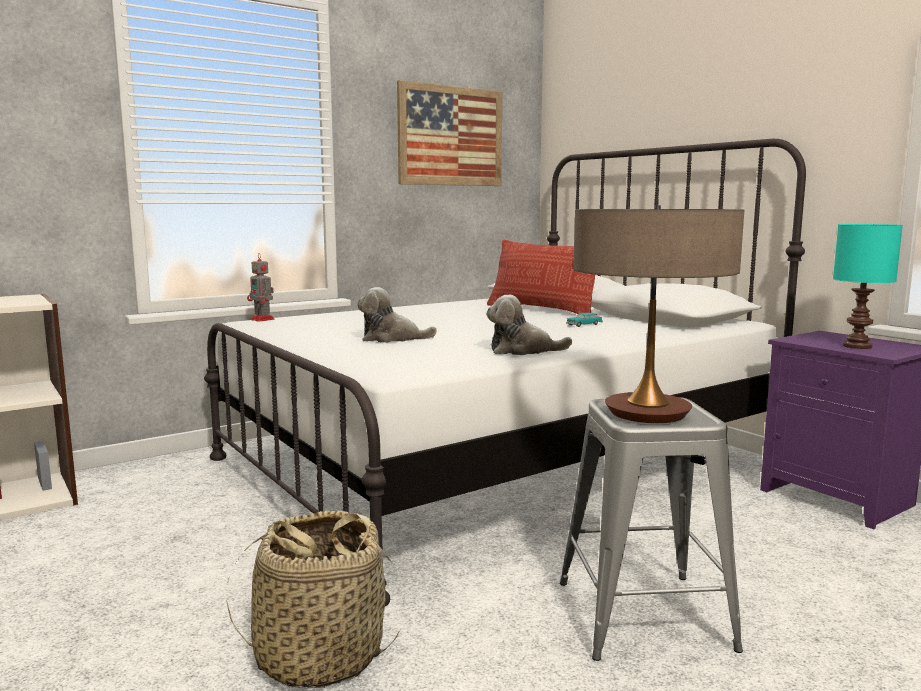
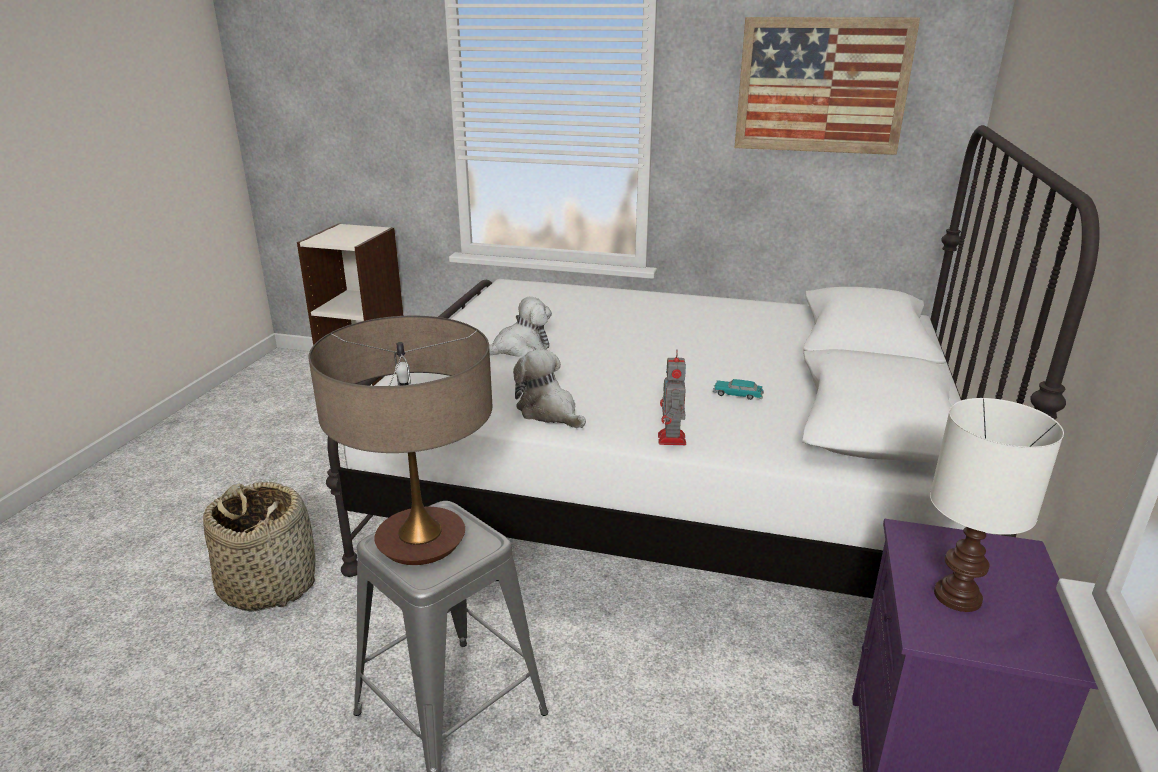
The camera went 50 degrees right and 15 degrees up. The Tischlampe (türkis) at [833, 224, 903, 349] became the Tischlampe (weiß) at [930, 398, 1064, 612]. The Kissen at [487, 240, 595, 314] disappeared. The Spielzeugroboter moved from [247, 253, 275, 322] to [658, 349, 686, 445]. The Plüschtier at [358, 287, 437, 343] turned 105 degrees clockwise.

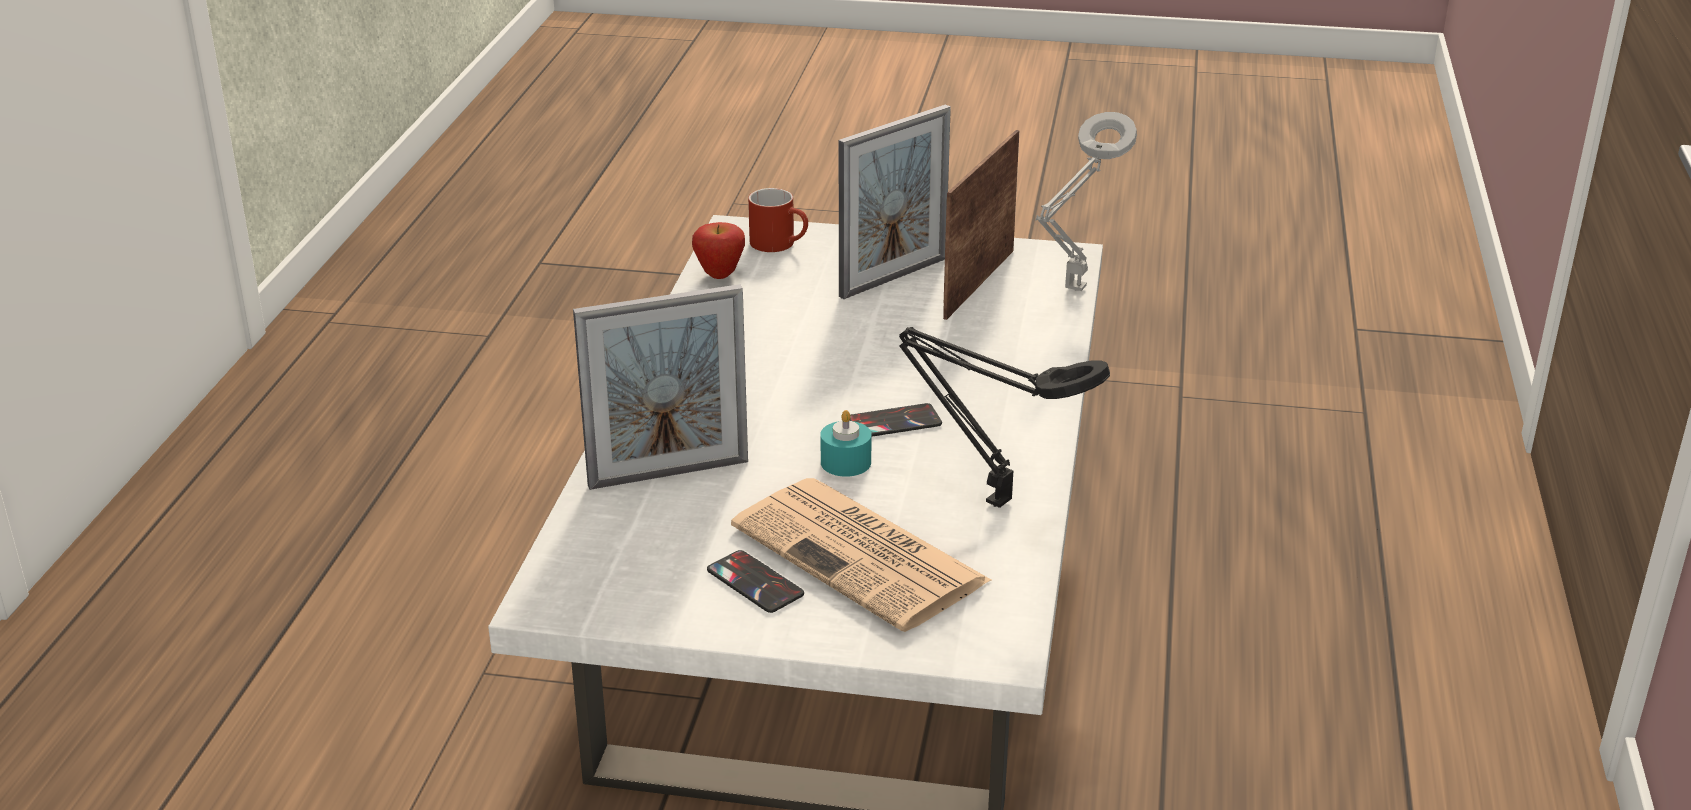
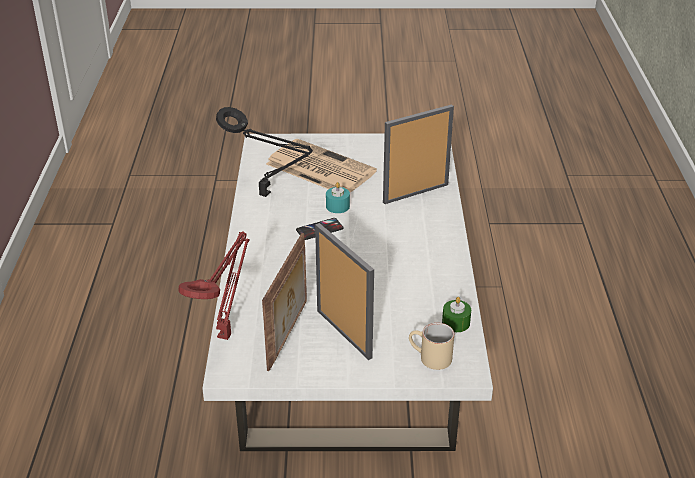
The camera went 170 degrees right and 5 degrees up. The Bilderrahmen at [839, 104, 951, 299] turned 105 degrees clockwise. The Tischlampe (grau) at [1035, 112, 1137, 291] became the Tischlampe (rot) at [178, 231, 250, 340]. The Henkelbecher (rot) at [748, 188, 808, 252] became the Henkelbecher (beige) at [409, 323, 454, 370]. The Apfel at [692, 222, 745, 279] was replaced by the Kerze (grün) at [442, 297, 471, 332]. The Handy at [707, 550, 804, 613] disappeared.

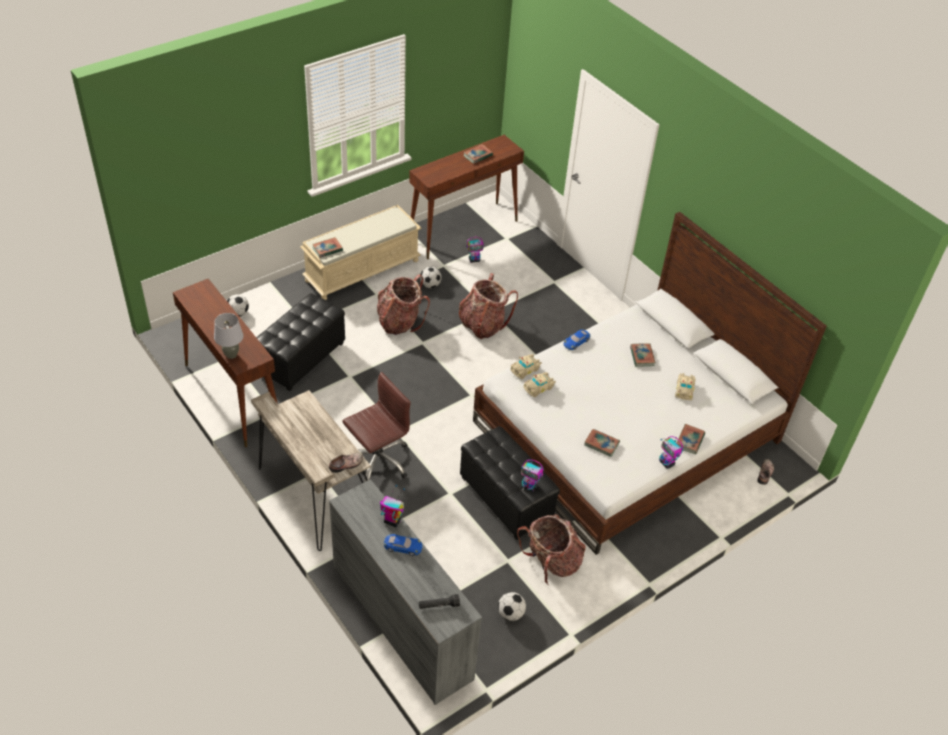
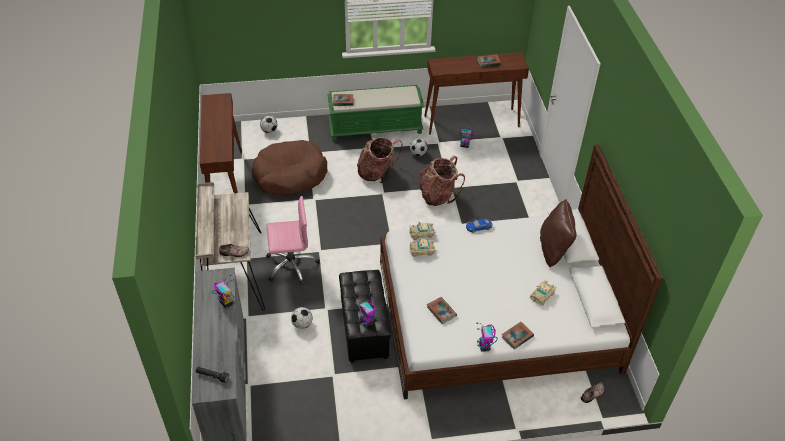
The camera went 30 degrees right and 0 degrees up. The Bank (beige) at [300, 205, 421, 300] became the Bank (grün) at [327, 85, 425, 141]. The Polsterhocker (schwarz) at [256, 293, 345, 391] was replaced by the Hundebett (braun) at [251, 140, 328, 195]. The Tischlampe (grau) at [214, 313, 244, 359] disappeared. The Buch at [630, 343, 656, 367] disappeared. The Bürostuhl (braun) at [343, 372, 411, 482] became the Bürostuhl (rosa) at [266, 196, 320, 285]. The Rucksack at [517, 514, 586, 586] disappeared. The Spielzeugauto (blau) at [384, 534, 423, 556] disappeared. The Fußball moved from [498, 592, 526, 621] to [291, 307, 313, 329]. The Kissen (braun) at [540, 199, 577, 267] appeared.

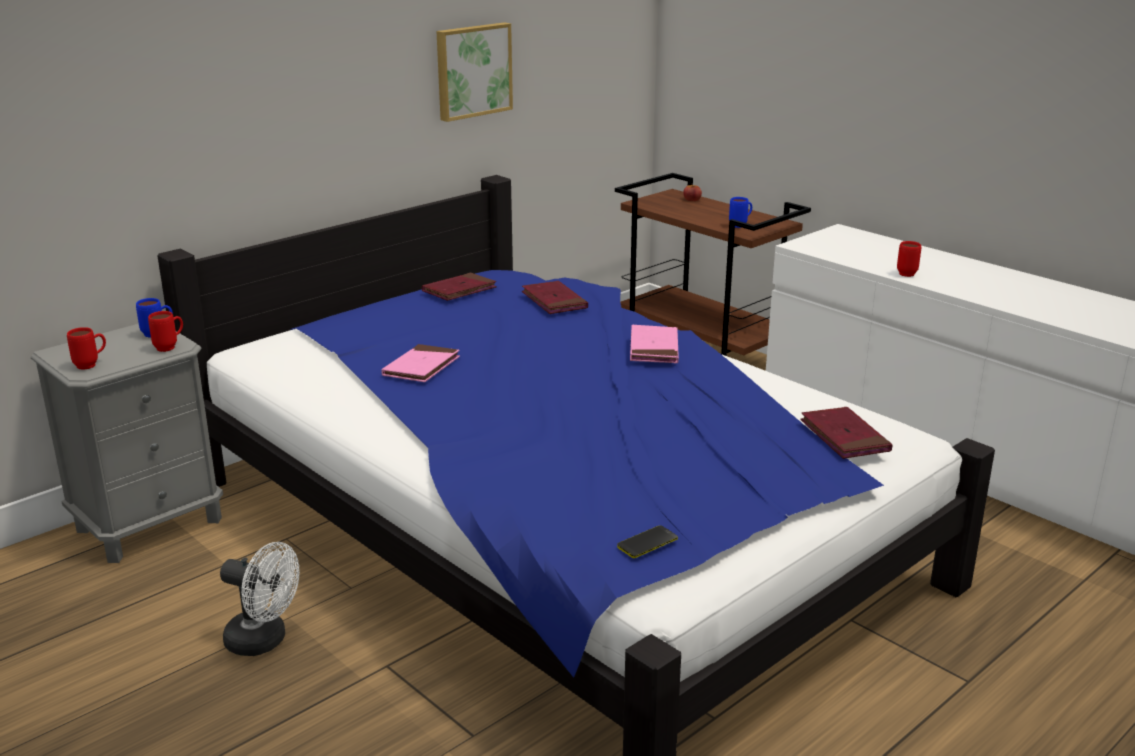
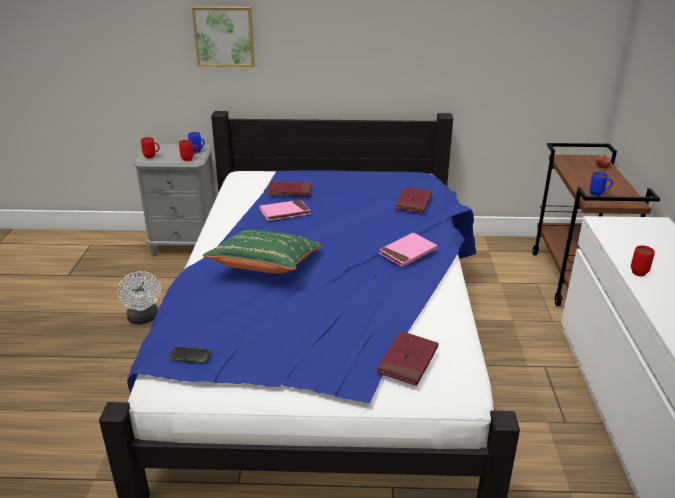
The camera went 45 degrees right and 5 degrees up. The Bild moved from [436, 22, 513, 122] to [192, 6, 255, 67]. The Buch (rot) moved from [422, 272, 497, 301] to [267, 181, 311, 197]. The Kissen (grün) at [203, 230, 322, 273] appeared.

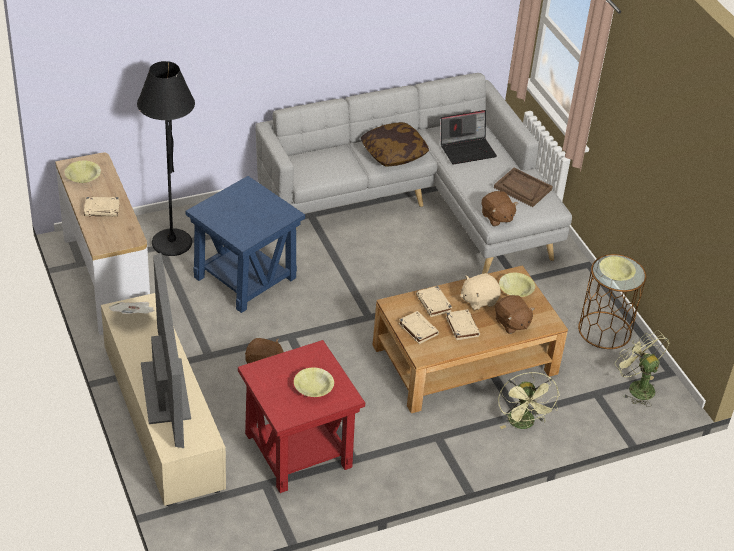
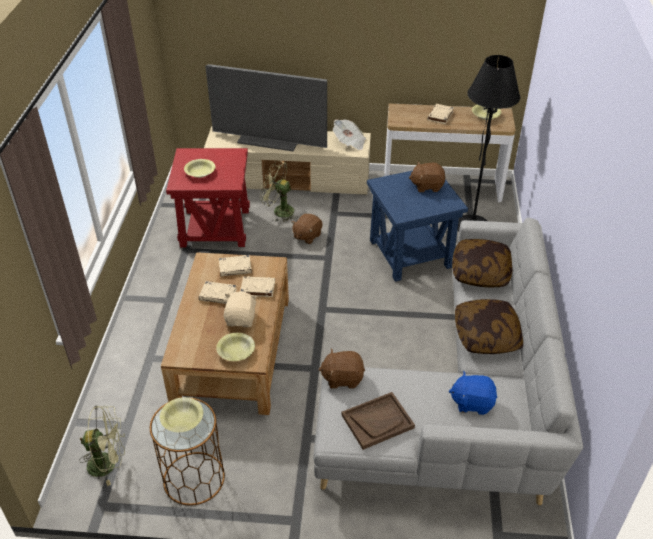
The camera went 120 degrees right and 0 degrees up. The Laptop at [441, 110, 497, 164] was replaced by the Plüschtier (blau) at [449, 371, 497, 415]. The Plüschtier (braun) moved from [495, 295, 535, 334] to [409, 162, 446, 192]. The Ventilator (grün) moved from [498, 372, 560, 429] to [260, 160, 298, 222]. The Kissen at [452, 239, 512, 287] appeared.

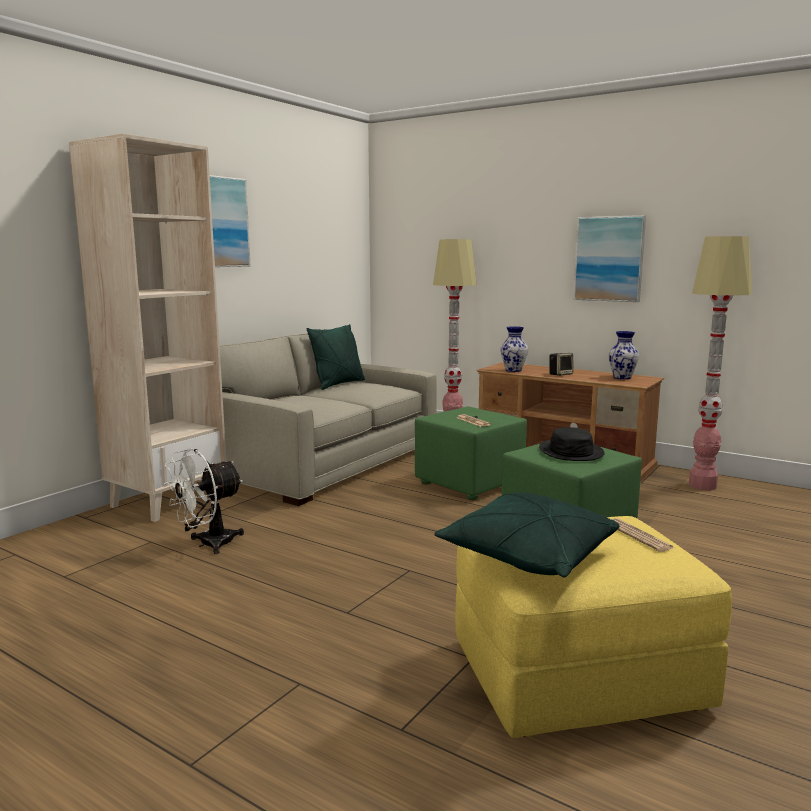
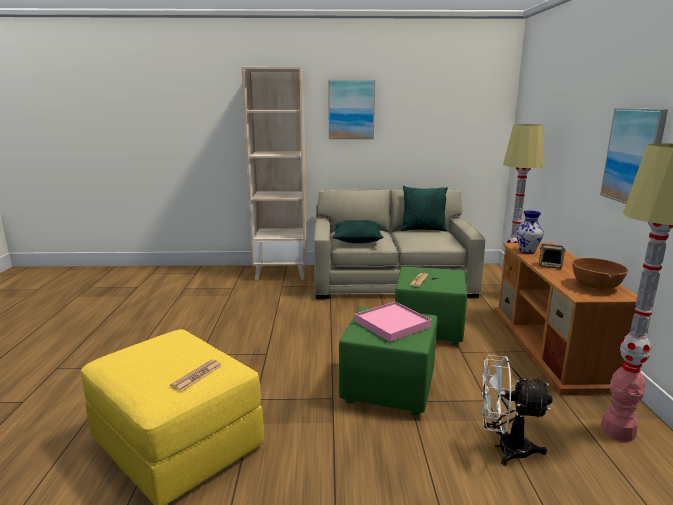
The camera went 55 degrees right and 5 degrees up. The Vase at [609, 331, 639, 379] was replaced by the Schüssel (braun) at [572, 258, 628, 290]. The Hut (schwarz) at [539, 427, 605, 461] was replaced by the Tablett (rosa) at [355, 302, 432, 342]. The Ventilator (weiß) moved from [164, 448, 244, 554] to [481, 355, 552, 465]. The Kissen (grün) moved from [434, 492, 620, 578] to [332, 220, 383, 243].

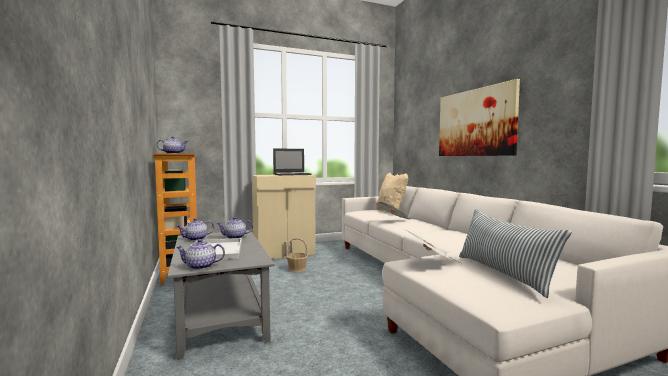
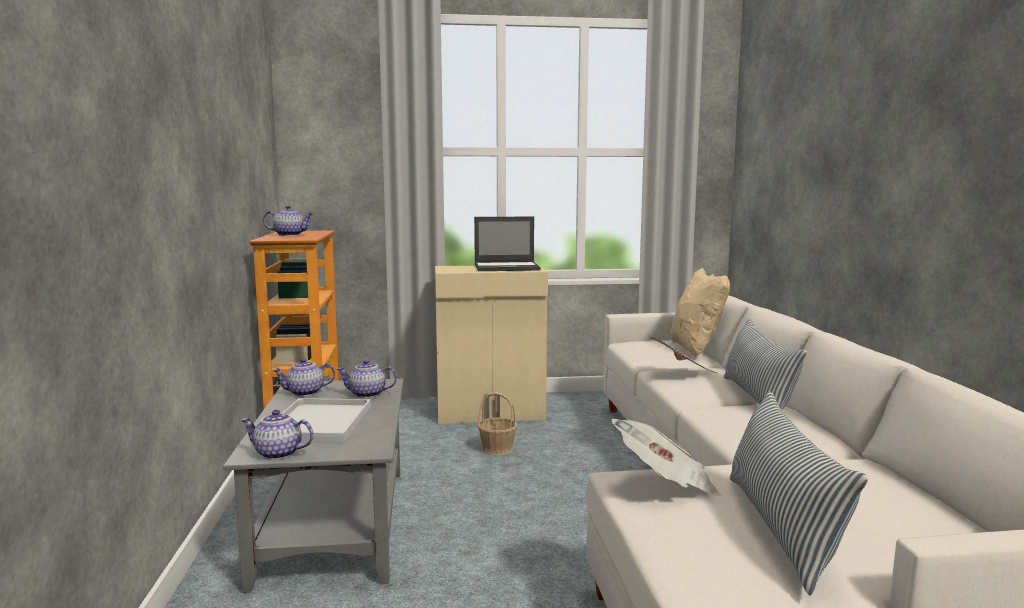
The camera went 15 degrees right and 5 degrees up. The Bild at [439, 79, 520, 156] disappeared. The Kissen at [724, 319, 807, 410] appeared.

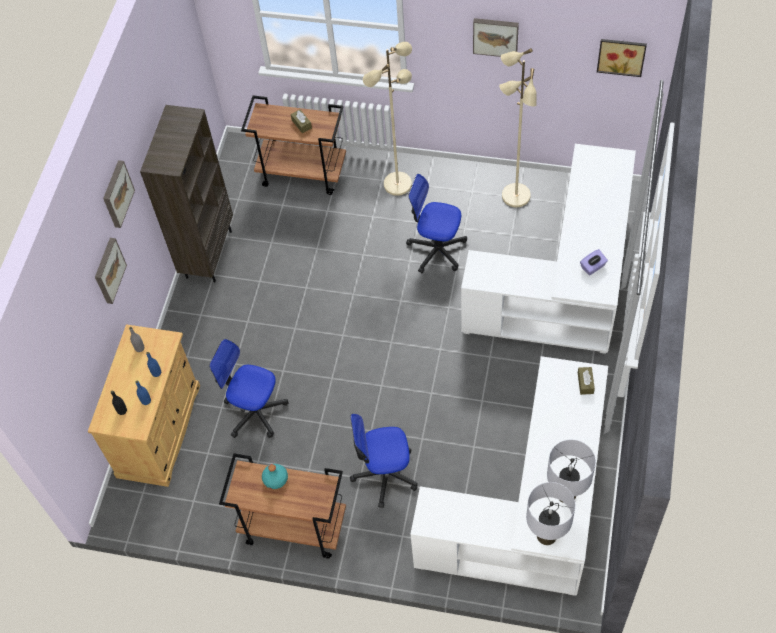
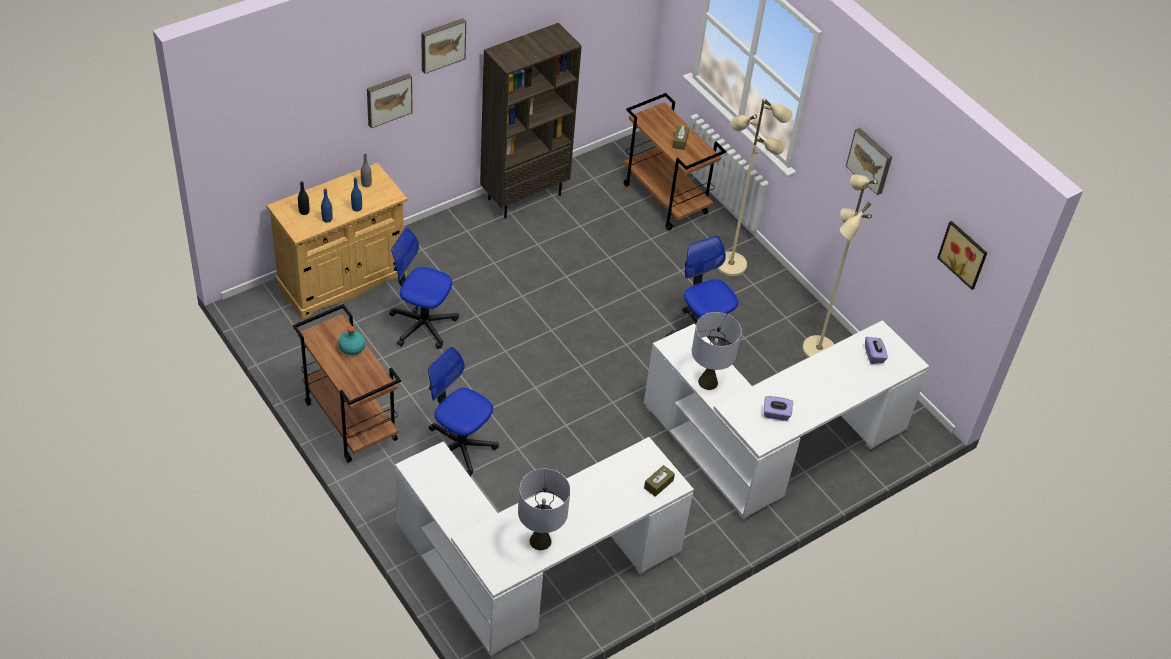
The camera went 35 degrees right and 10 degrees down. The Bürostuhl at [209, 339, 288, 438] turned 45 degrees counterclockwise. The Tischlampe (grau) moved from [526, 482, 575, 545] to [692, 312, 742, 390]. The Taschentuchbox (lila) at [865, 337, 888, 364] appeared.

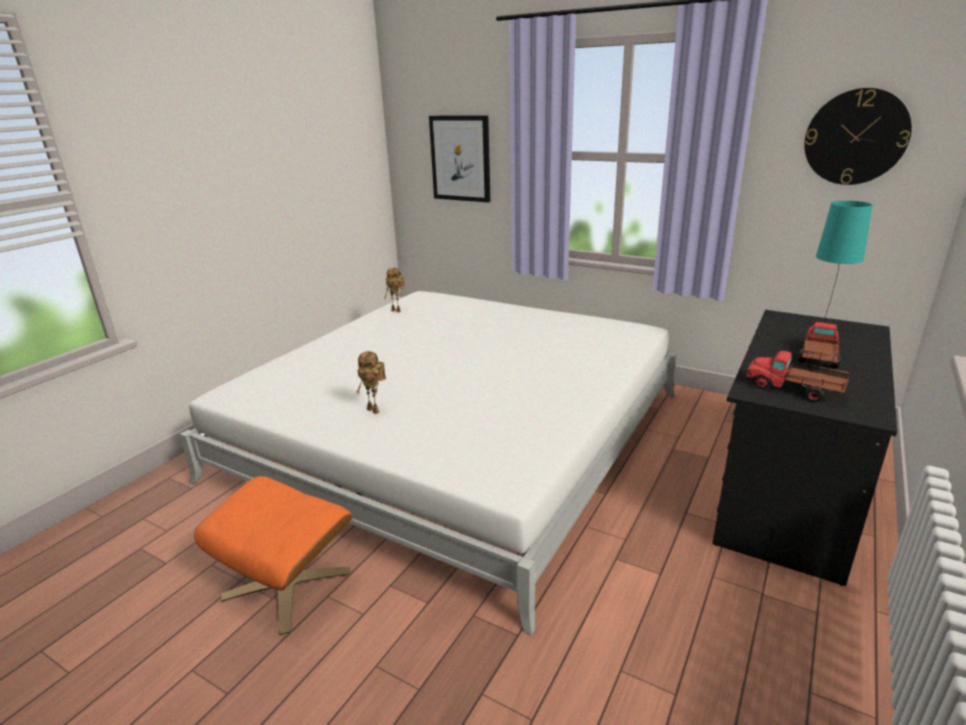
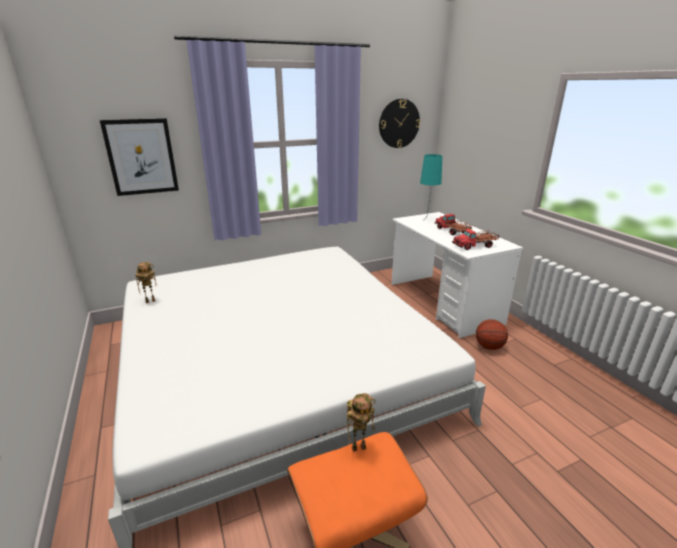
The camera went 55 degrees left and 0 degrees up. The Schreibtisch (schwarz) at [712, 310, 897, 586] became the Schreibtisch (weiß) at [392, 212, 524, 338]. The Spielzeugroboter moved from [356, 351, 386, 414] to [347, 393, 375, 452]. The Basketball at [476, 319, 508, 350] appeared.

